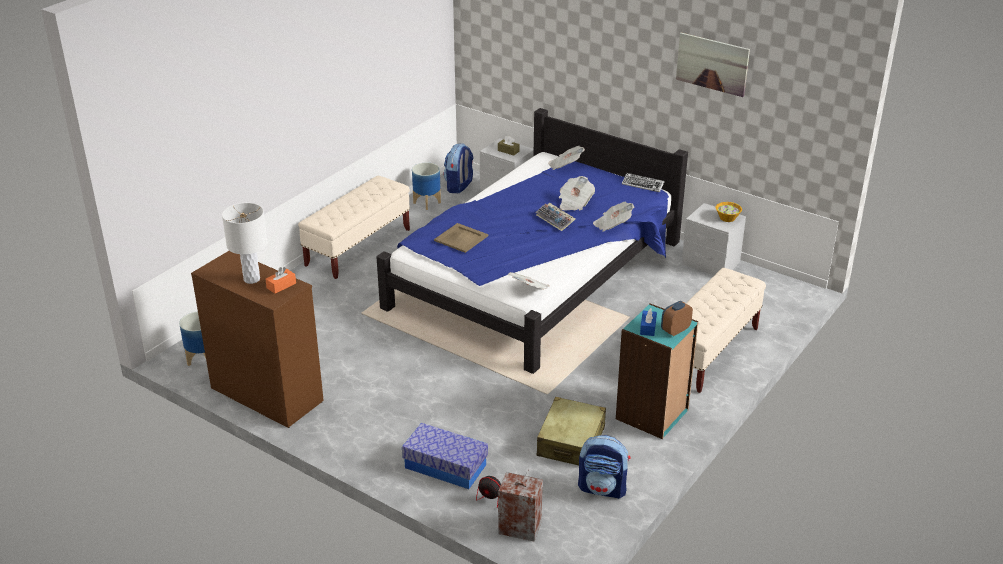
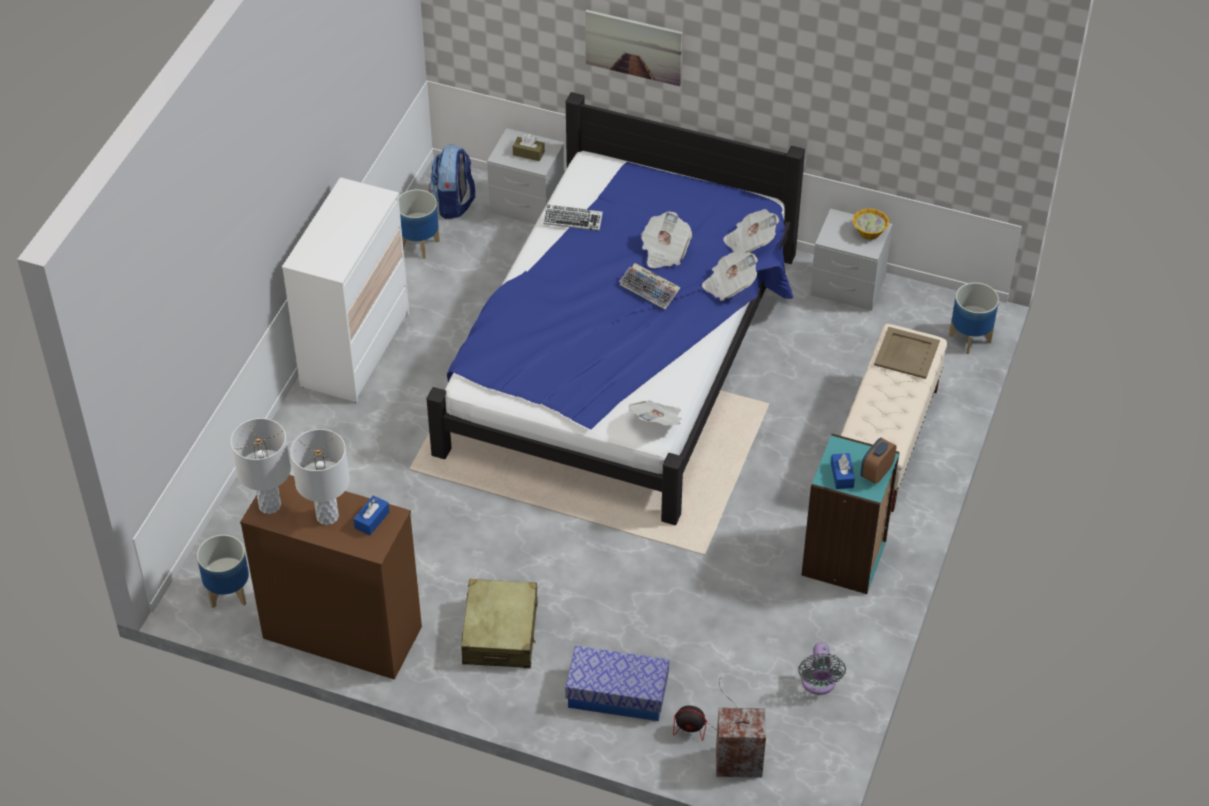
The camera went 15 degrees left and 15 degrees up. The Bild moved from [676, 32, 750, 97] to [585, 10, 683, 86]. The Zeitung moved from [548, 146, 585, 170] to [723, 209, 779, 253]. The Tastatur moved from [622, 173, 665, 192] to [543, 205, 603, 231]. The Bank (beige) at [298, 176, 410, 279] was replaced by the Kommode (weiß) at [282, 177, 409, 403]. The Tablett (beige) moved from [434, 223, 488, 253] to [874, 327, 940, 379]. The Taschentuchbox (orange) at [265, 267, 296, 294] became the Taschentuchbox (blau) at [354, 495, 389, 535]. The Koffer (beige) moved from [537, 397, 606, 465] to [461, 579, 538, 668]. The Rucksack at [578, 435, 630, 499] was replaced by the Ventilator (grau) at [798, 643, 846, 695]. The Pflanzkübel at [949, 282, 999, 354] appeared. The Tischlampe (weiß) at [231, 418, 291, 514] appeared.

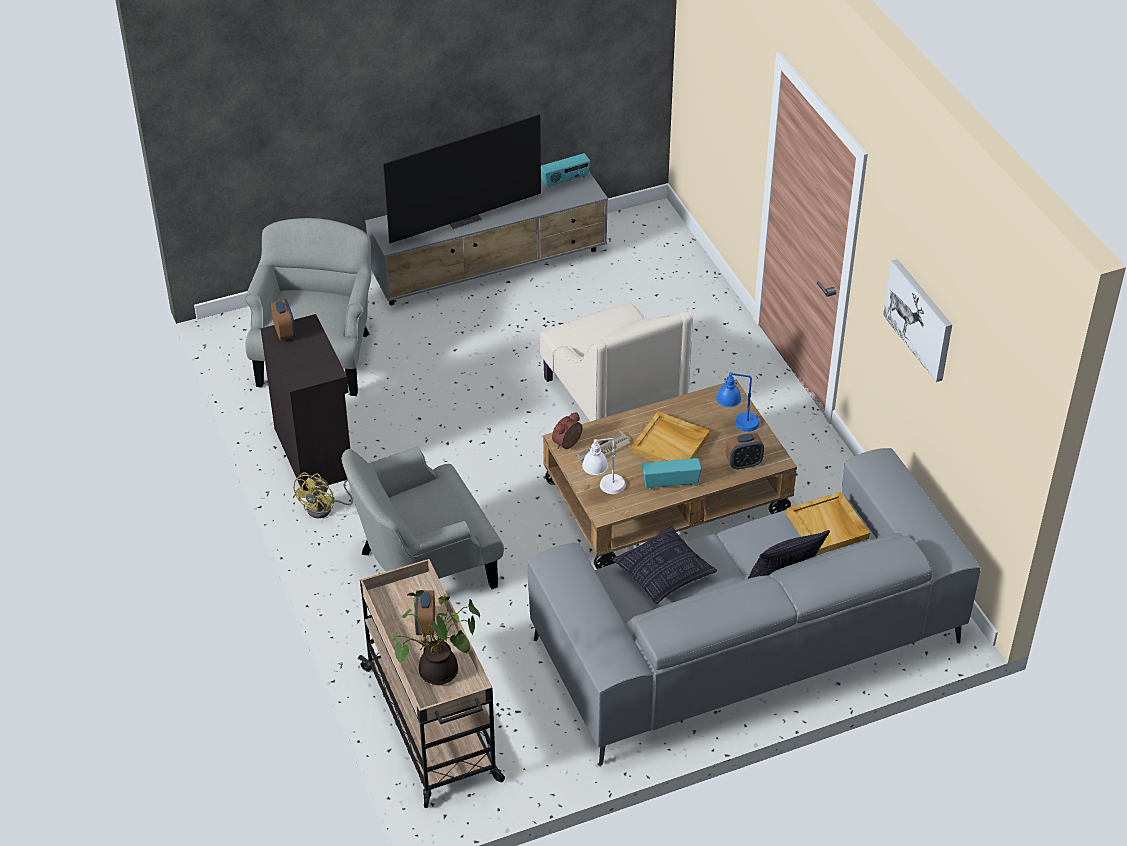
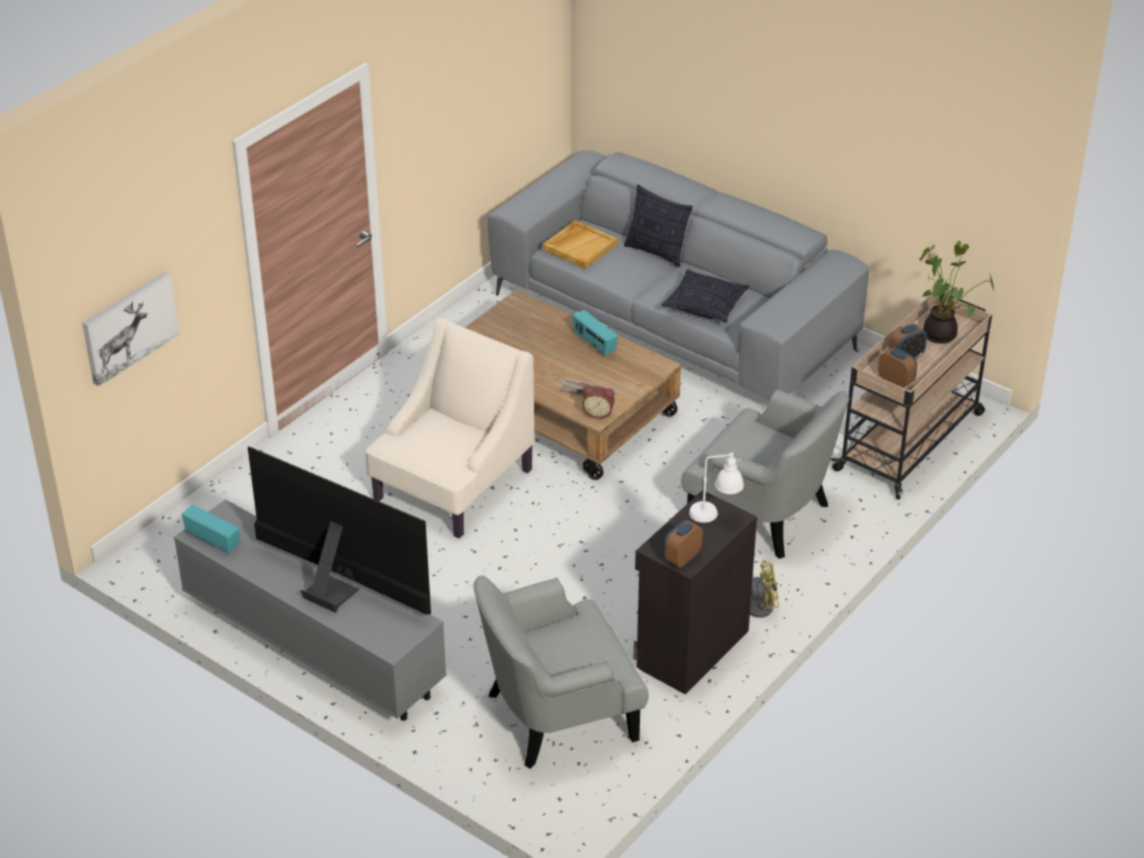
The camera went 120 degrees left and 5 degrees down. The Bild moved from [883, 259, 952, 382] to [82, 271, 179, 387]. The Tischlampe (blau) at [716, 372, 760, 432] disappeared. The Tablett (beige) at [631, 411, 710, 462] disappeared. The Wecker moved from [726, 433, 764, 470] to [878, 347, 917, 388]. The Tischlampe (weiß) moved from [582, 438, 626, 494] to [689, 451, 744, 523].

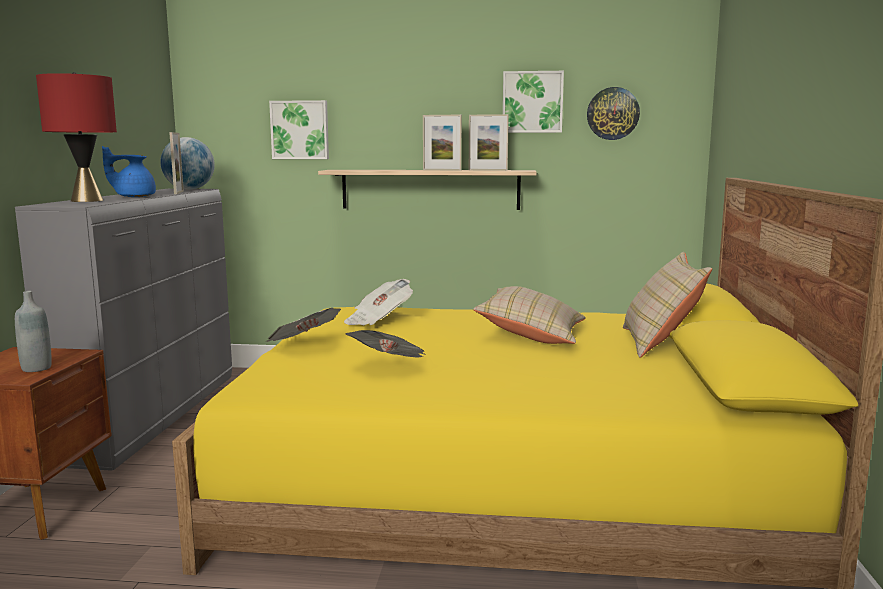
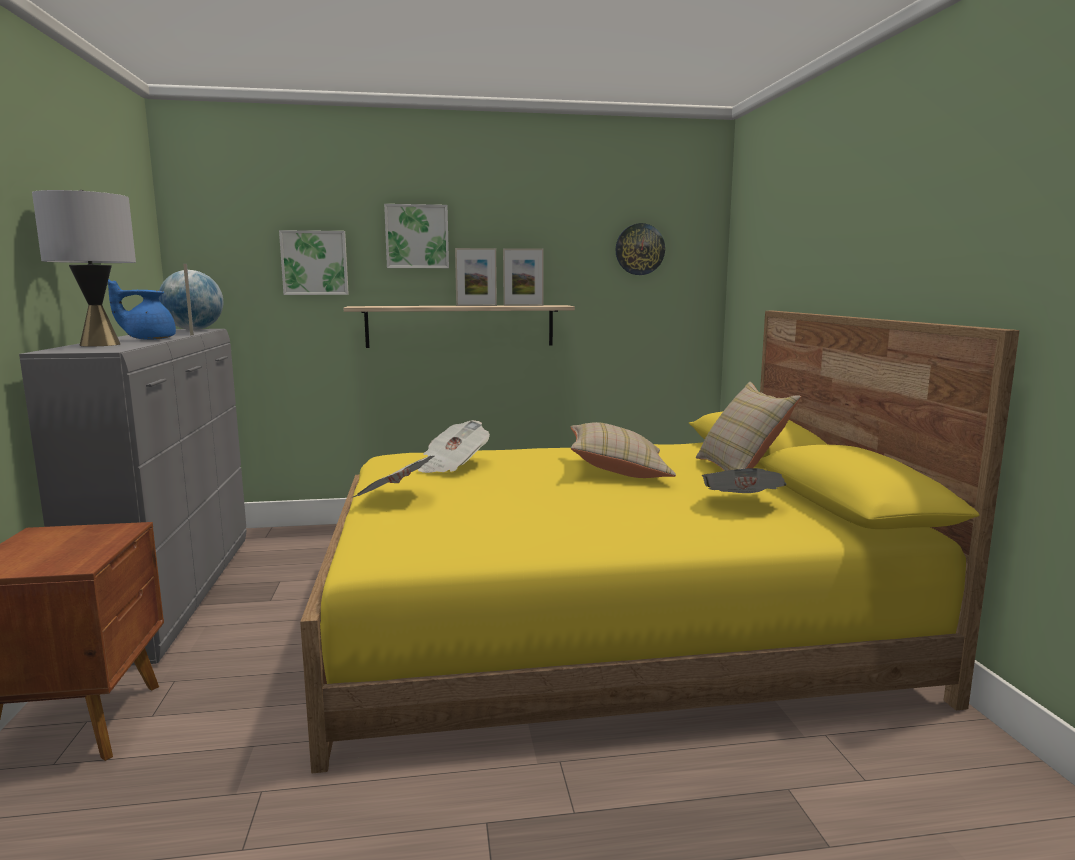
The camera went 15 degrees left and 0 degrees up. The Bild moved from [503, 71, 564, 133] to [384, 204, 449, 268]. The Tischlampe (rot) at [36, 72, 117, 202] became the Tischlampe (grau) at [32, 190, 136, 347]. The Flasche (grau) at [15, 291, 52, 372] disappeared. The Zeitung moved from [345, 330, 424, 357] to [702, 468, 786, 493].

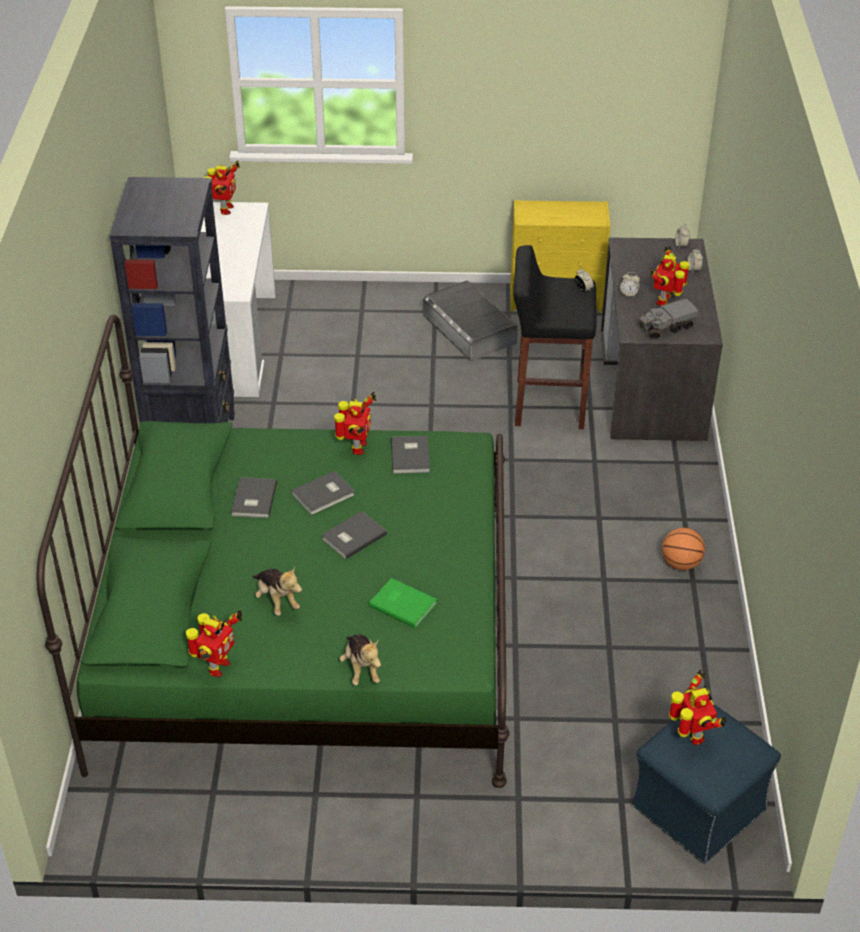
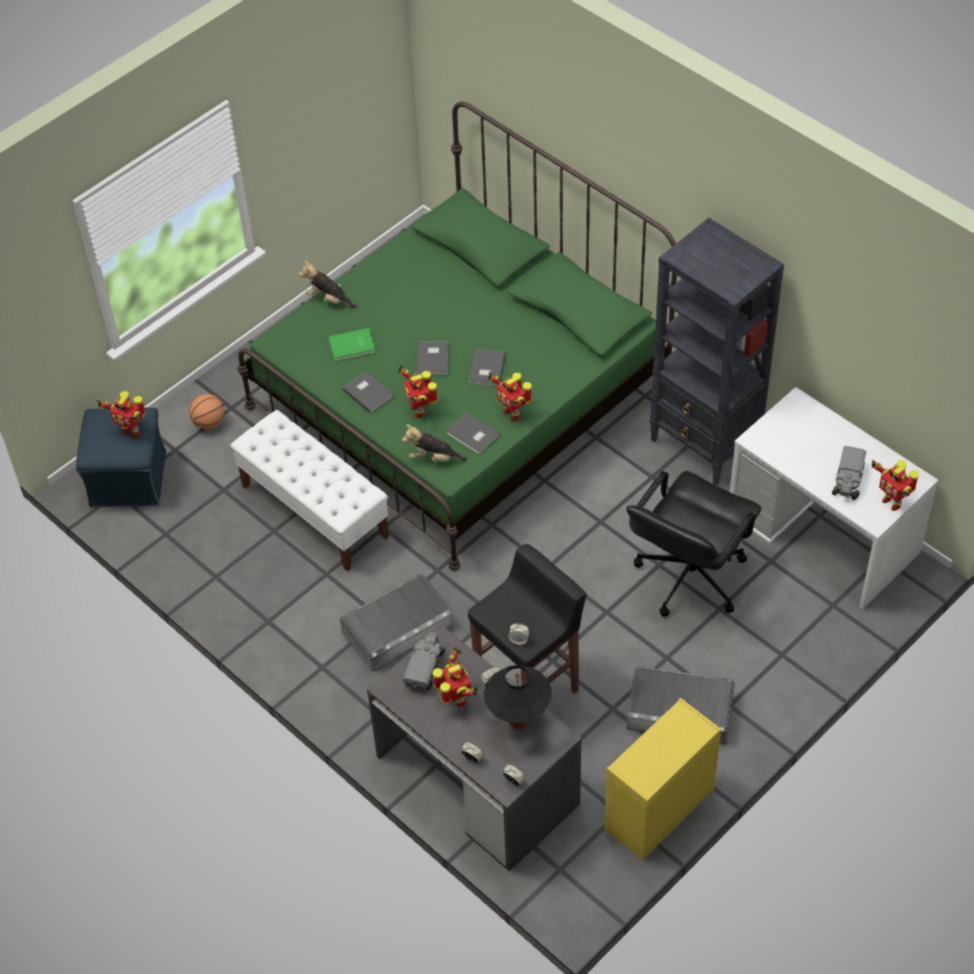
The camera went 135 degrees right and 10 degrees up. The Buch (grau) moved from [231, 477, 277, 518] to [342, 371, 394, 413]. The Basketball moved from [662, 528, 705, 570] to [189, 394, 225, 429]. The Plüschtier moved from [253, 567, 302, 616] to [402, 425, 467, 462]. The Spielzeugroboter moved from [186, 610, 242, 677] to [398, 365, 438, 418]. The Bank (weiß) at [230, 410, 389, 571] appeared. The Spielzeuglaster at [832, 446, 867, 500] appeared. The Bürostuhl (schwarz) at [626, 471, 761, 617] appeared. The Aufbewahrungsbox (grau) at [340, 574, 454, 671] appeared. The Tischlampe (schwarz) at [484, 665, 552, 730] appeared.

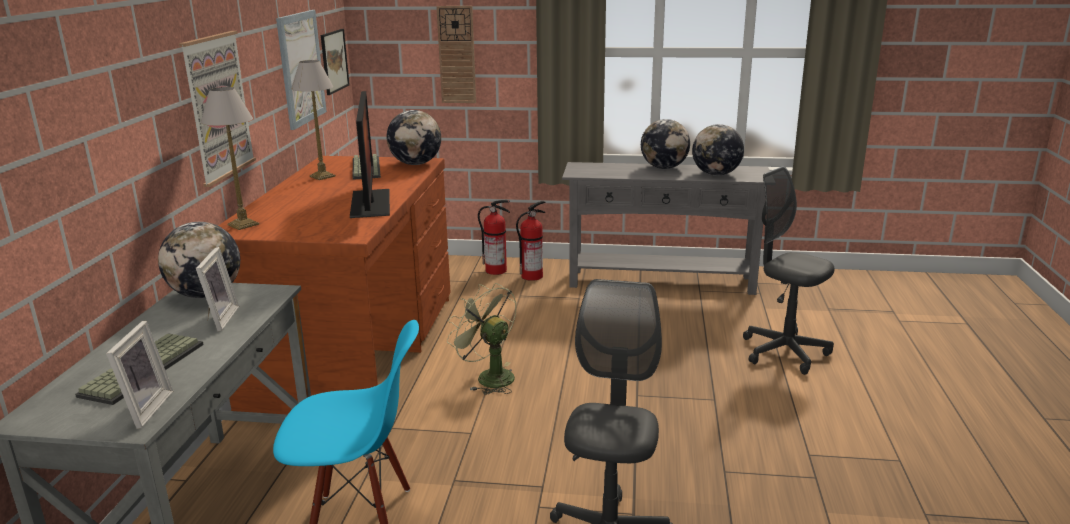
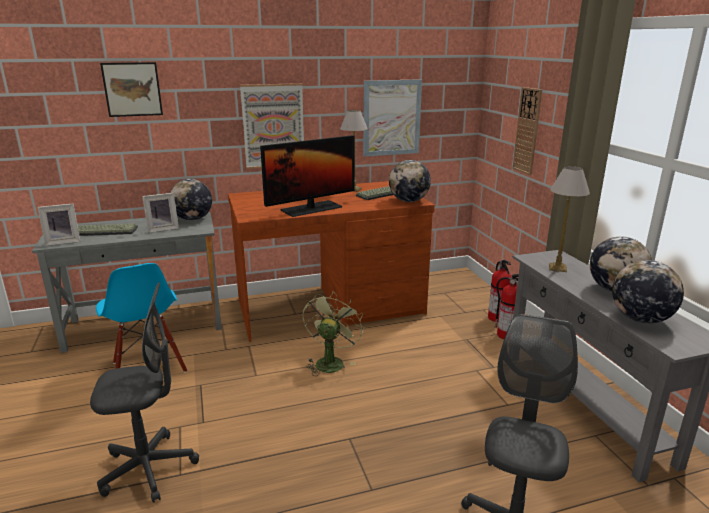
The camera went 65 degrees right and 0 degrees up. The Bild moved from [321, 29, 350, 95] to [100, 62, 163, 117]. The Tischlampe moved from [200, 87, 259, 230] to [549, 166, 590, 272].

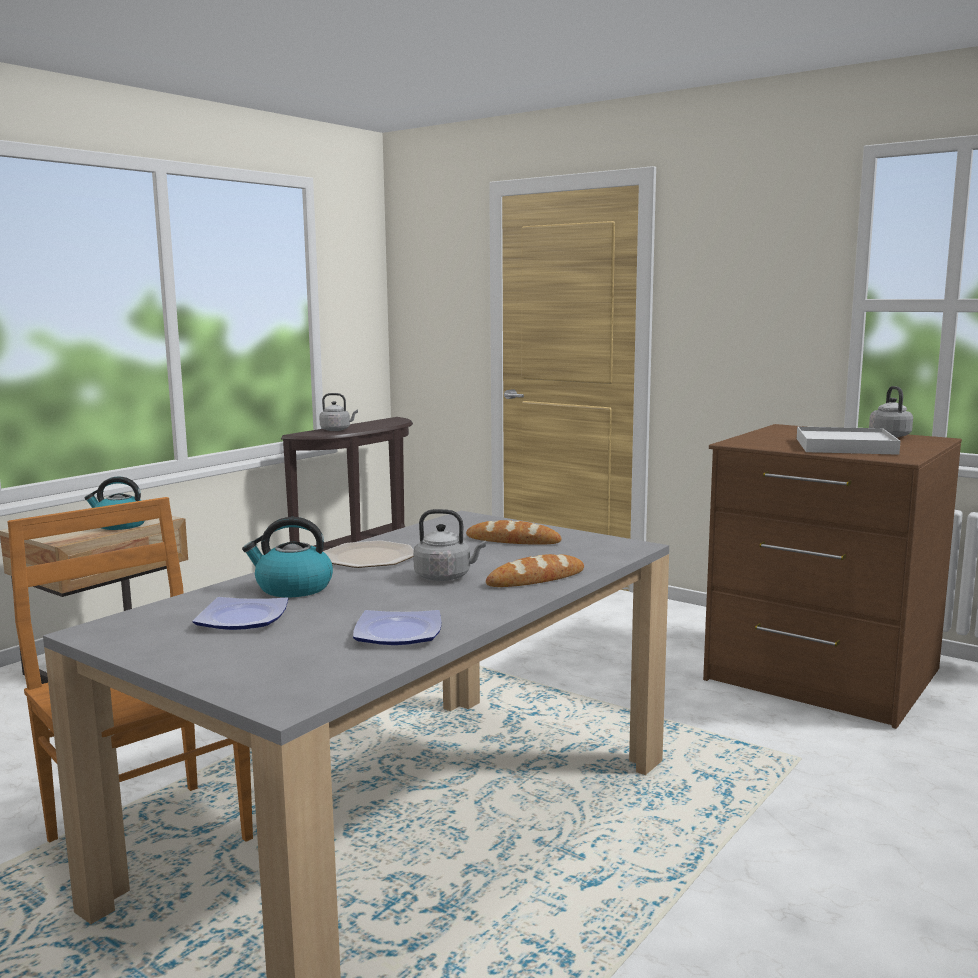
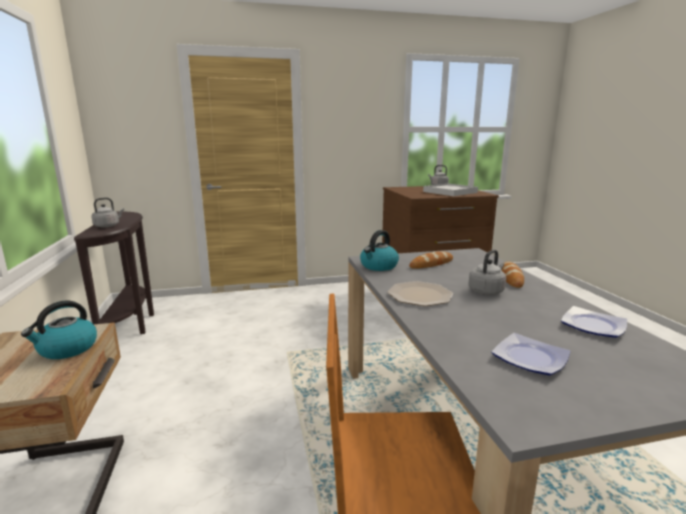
The camera went 50 degrees left and 5 degrees up. The Wasserkessel moved from [242, 517, 333, 597] to [360, 230, 399, 271].

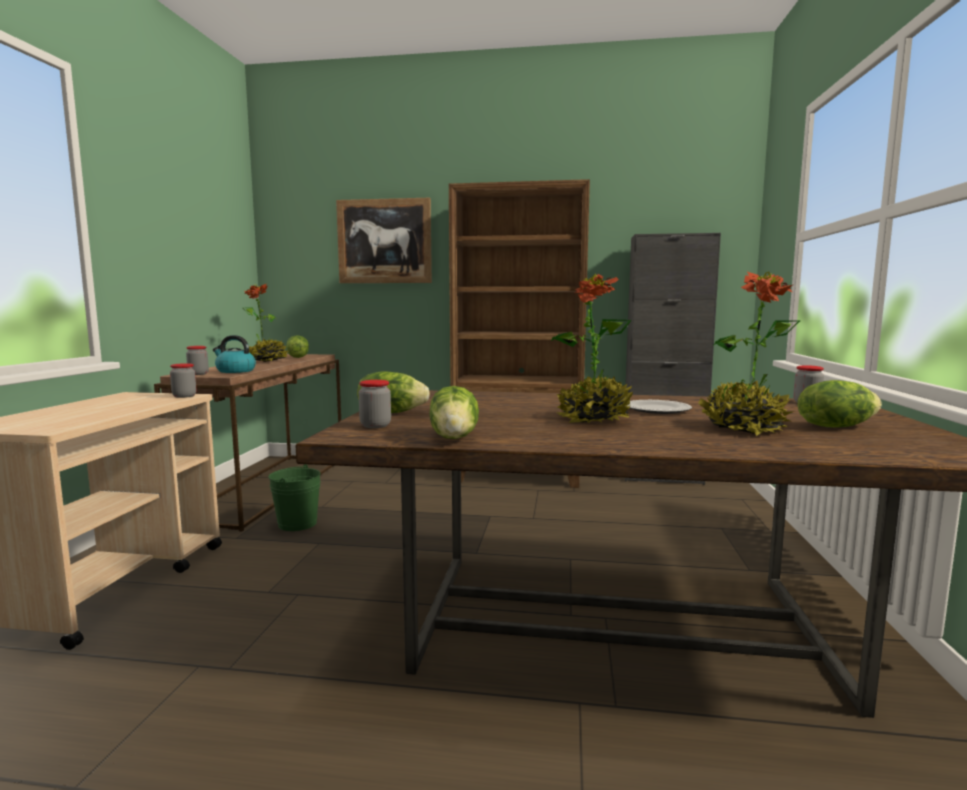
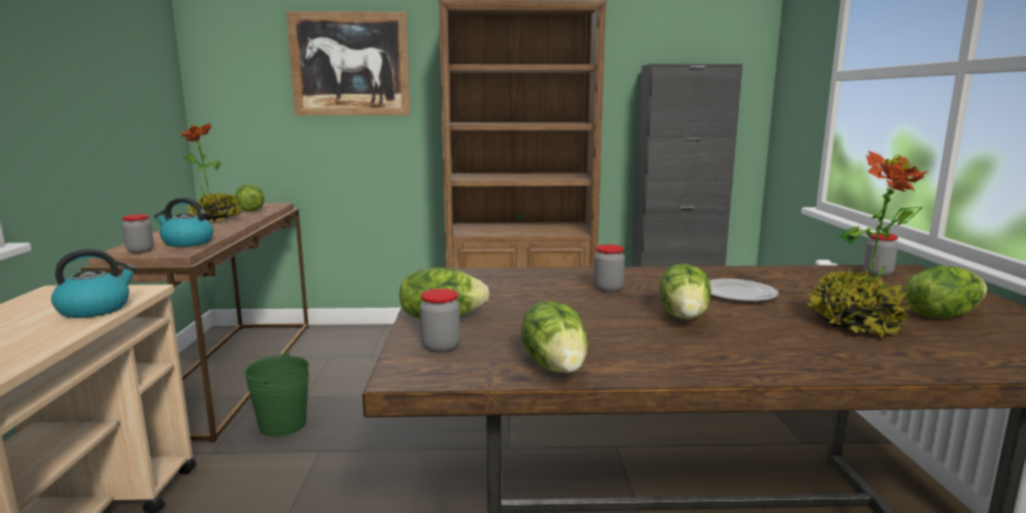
The camera went 10 degrees left and 5 degrees up. The Topfpflanze at [551, 274, 633, 423] was replaced by the Salatkopf at [660, 264, 711, 320]. The Vorratsglas moved from [170, 363, 196, 398] to [594, 244, 625, 292]. The Wasserkessel at [51, 249, 137, 318] appeared.

